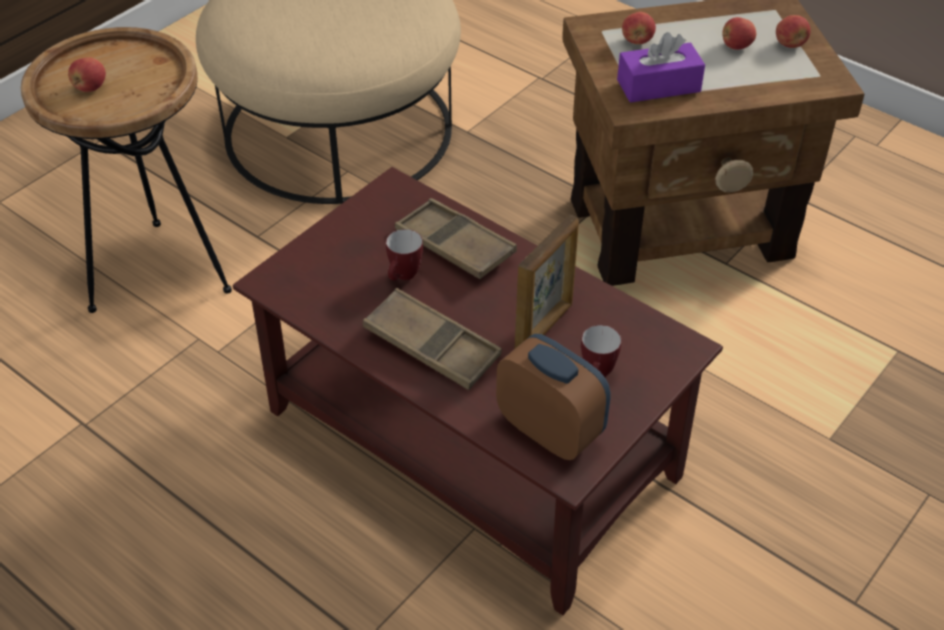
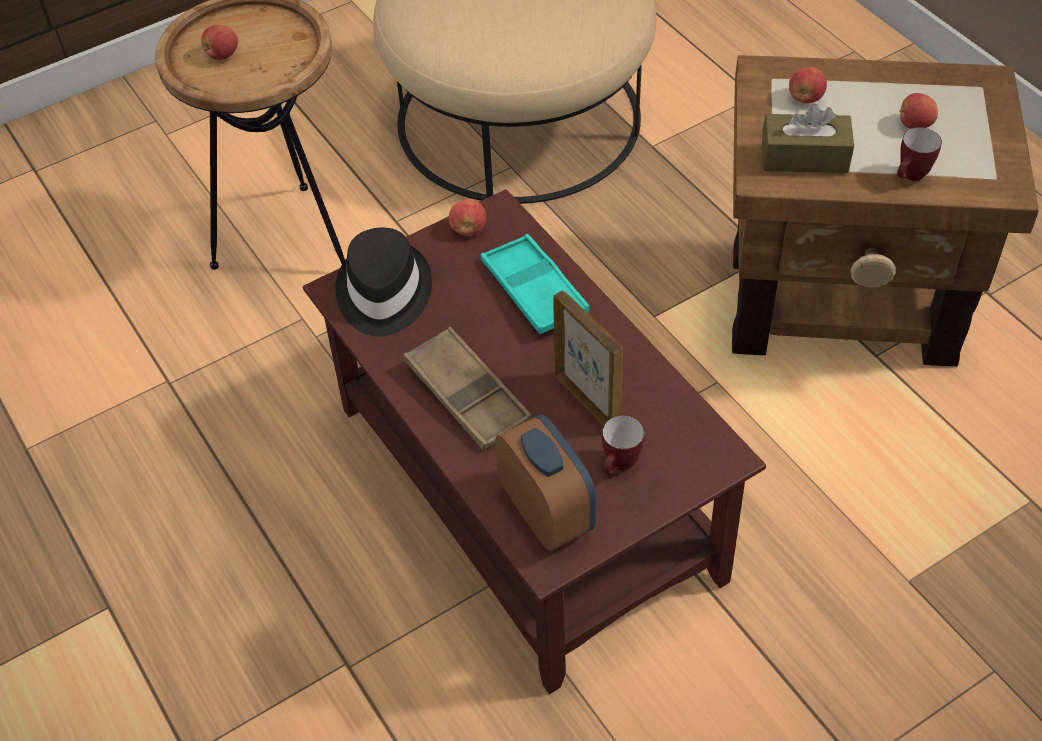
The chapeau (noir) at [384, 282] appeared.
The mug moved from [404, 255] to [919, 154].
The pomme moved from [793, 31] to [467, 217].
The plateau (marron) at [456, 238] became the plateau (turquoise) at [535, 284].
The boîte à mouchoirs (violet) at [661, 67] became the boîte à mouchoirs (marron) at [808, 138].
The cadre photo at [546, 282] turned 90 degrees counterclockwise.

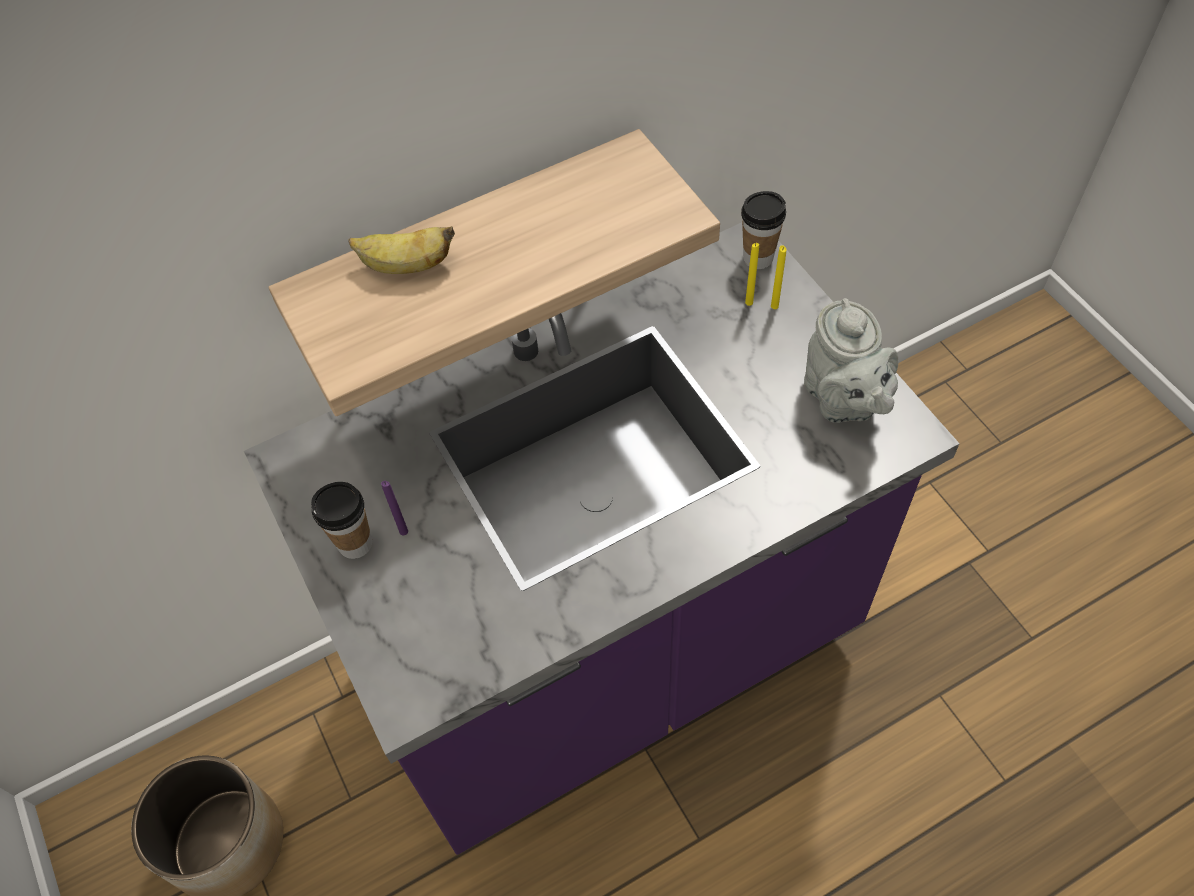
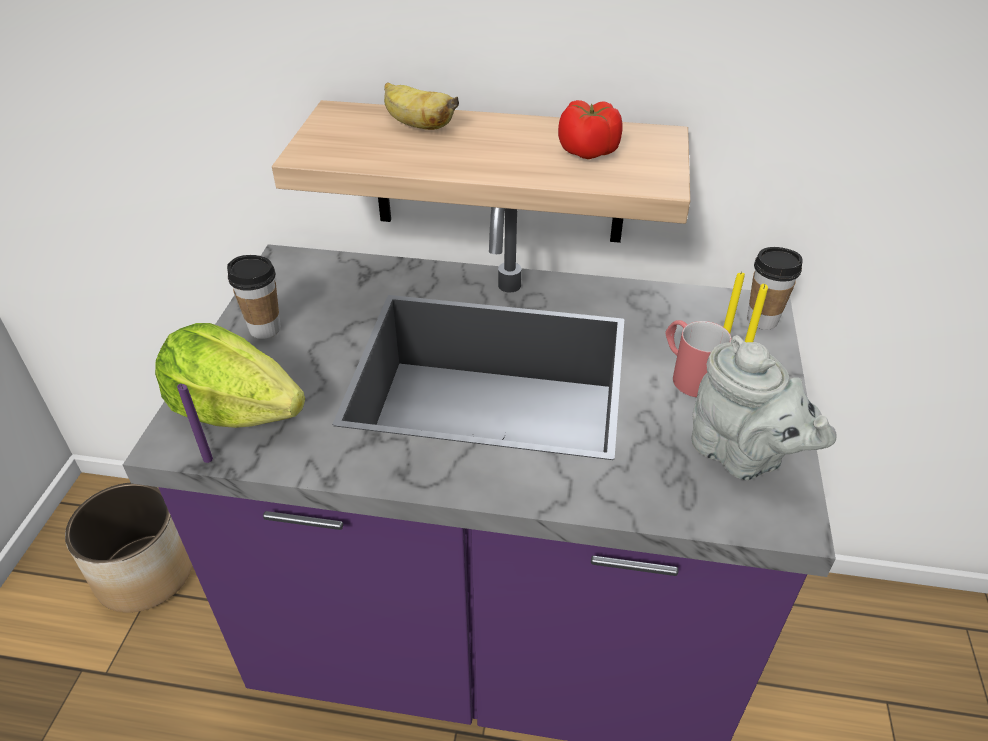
The laitue at [230, 375] appeared.
The tomate at [590, 129] appeared.
The mug (rouge) at [698, 358] appeared.
The bougie (violet) moved from [394, 508] to [195, 423].
The théière (gris) at [851, 360] turned 60 degrees counterclockwise.

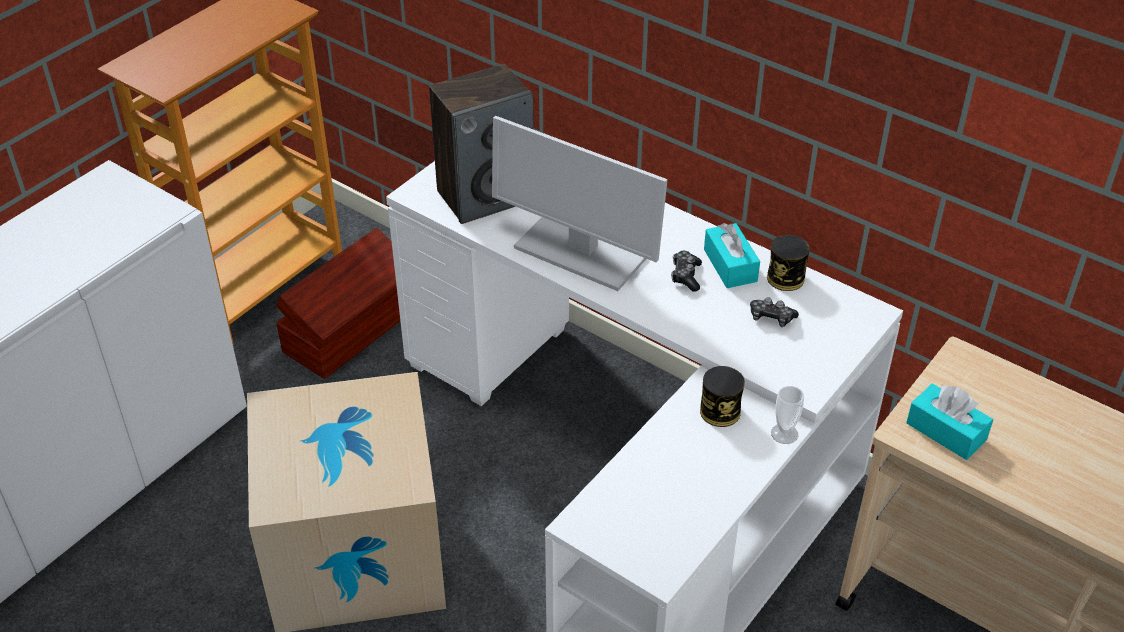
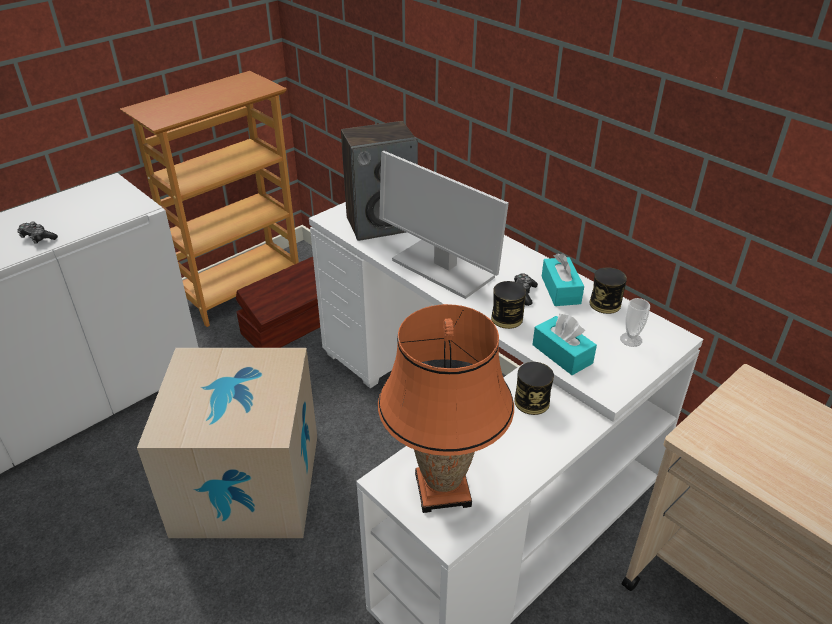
The lampe de table (orange) at [446, 408] appeared.
The boîte métallique at [508, 305] appeared.
The manette moved from [774, 312] to [37, 232].
The tasse moved from [787, 415] to [635, 322].
The boîte à mouchoirs (turquoise) moved from [949, 421] to [564, 344].

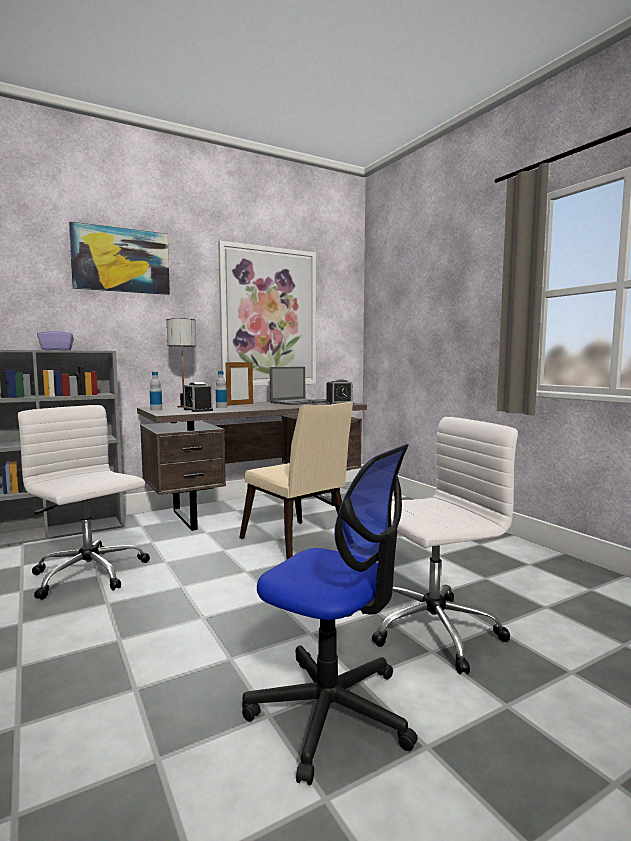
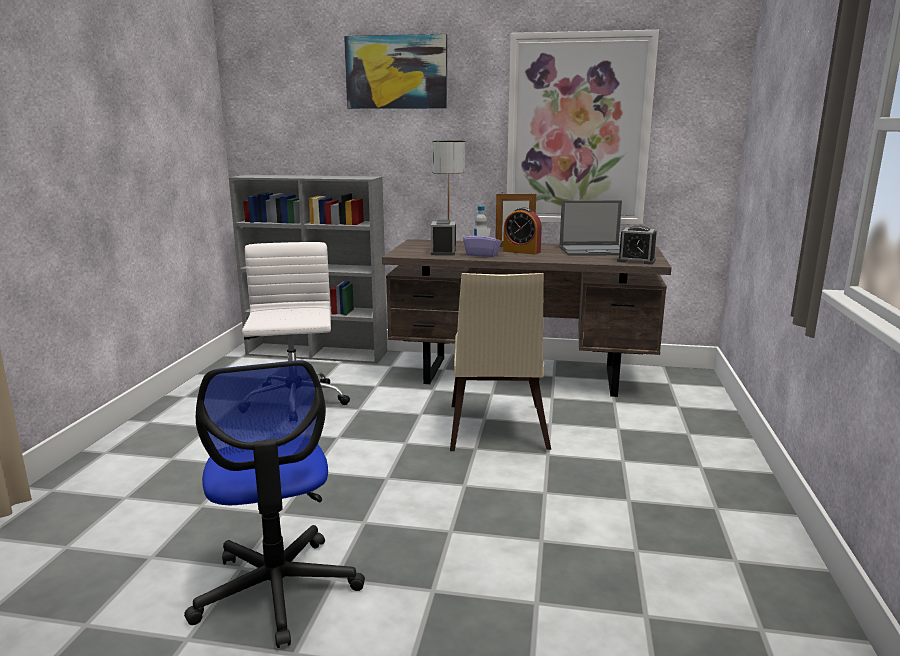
The bouteille at [156, 391] disappeared.
The chaise de bureau (blanc) at [445, 545] disappeared.
The réveil at [522, 231] appeared.
The boîte à mouchoirs (violet) moved from [55, 338] to [482, 242].

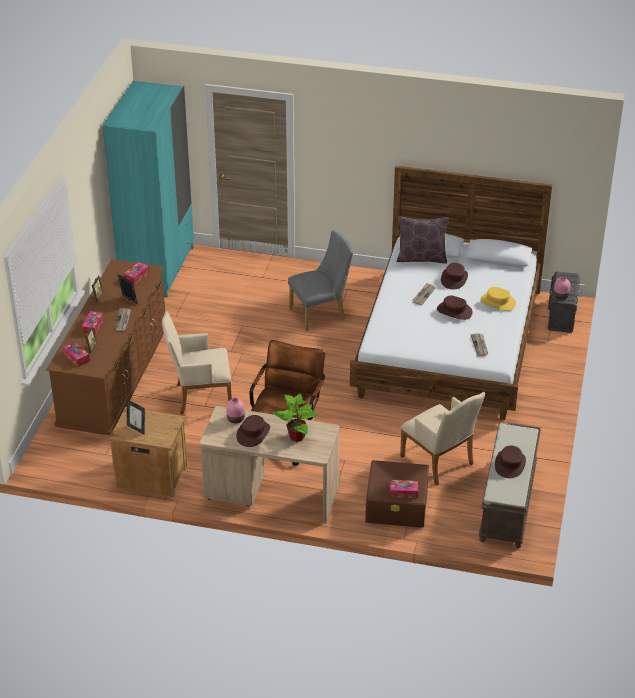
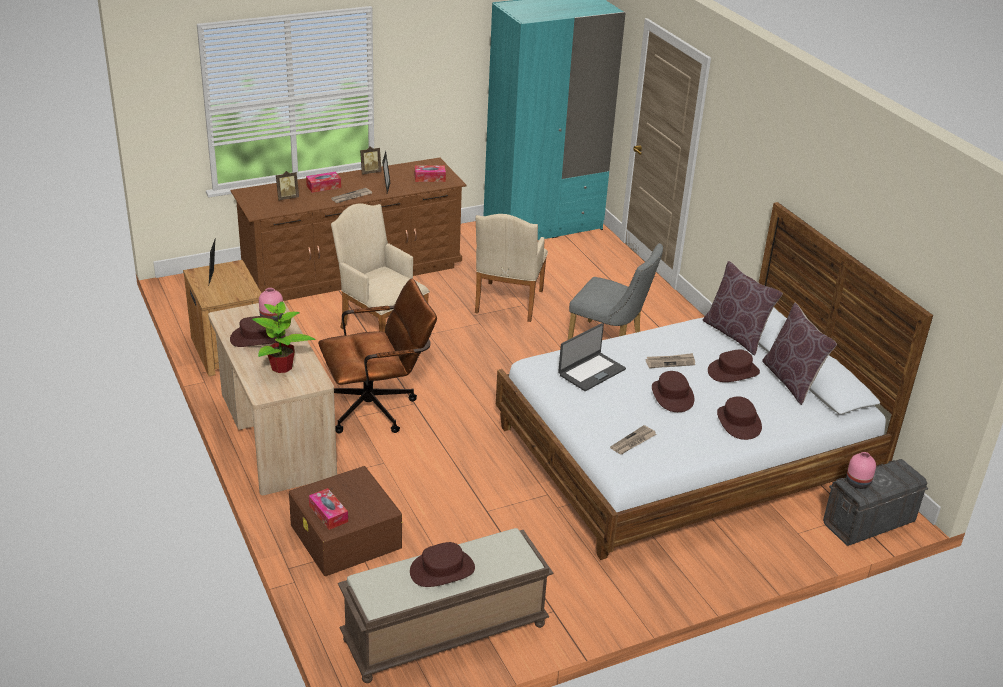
The boîte à mouchoirs at [76, 354] disappeared.
The ordinateur portable at [592, 357] appeared.
The coussin (marron) at [799, 354] appeared.
The fauteuil (beige) moved from [442, 438] to [511, 268].
The chapeau (jaune) at [498, 299] became the chapeau (marron) at [739, 418].

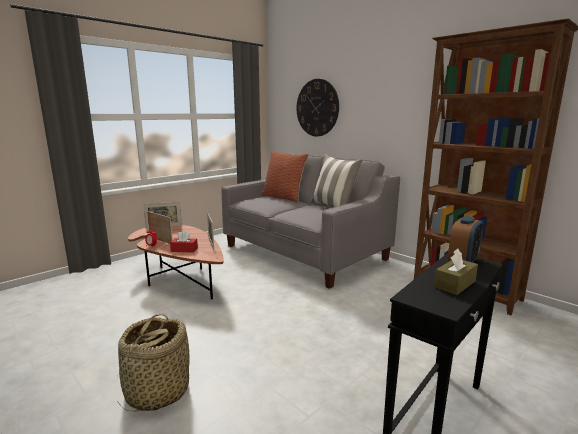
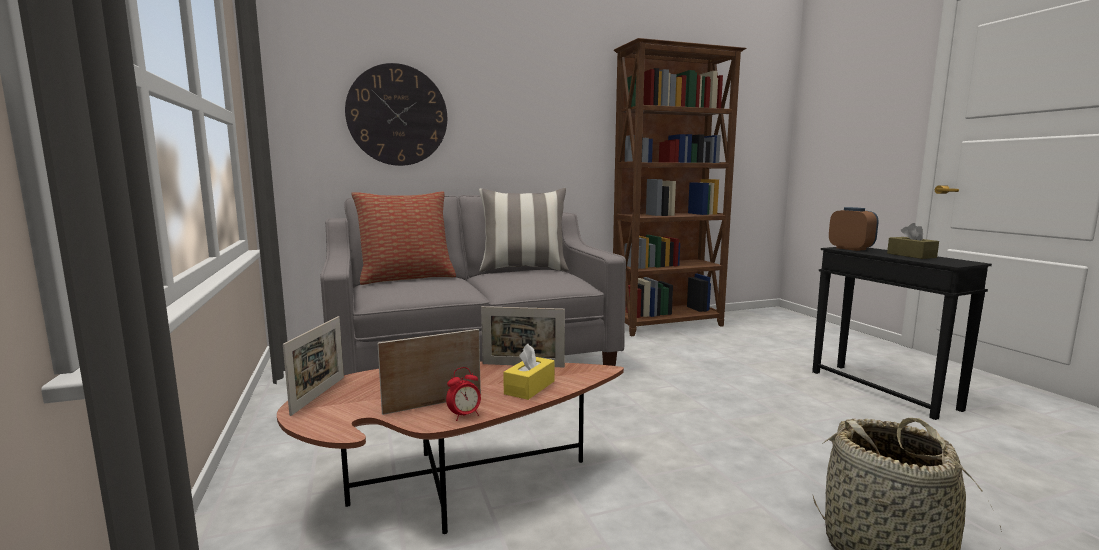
The boîte à mouchoirs (rouge) at [184, 241] became the boîte à mouchoirs (jaune) at [529, 372].

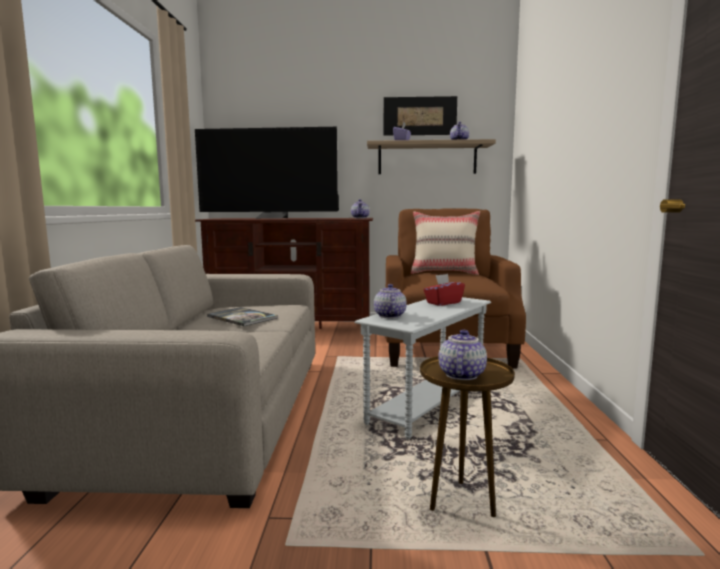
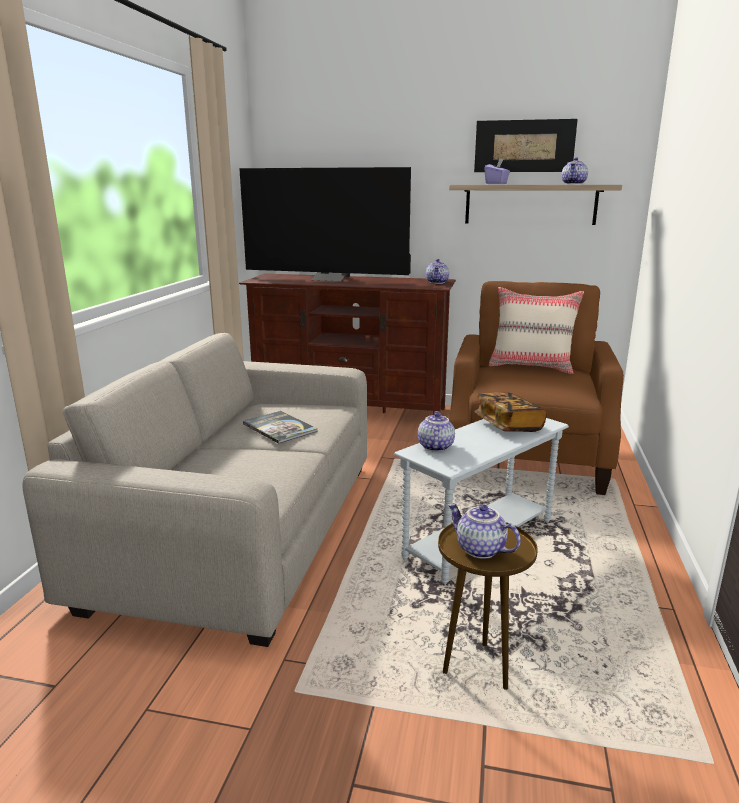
The boîte à mouchoirs (rouge) at [444, 290] was replaced by the livre at [510, 412].
The théière at [462, 354] turned 75 degrees counterclockwise.

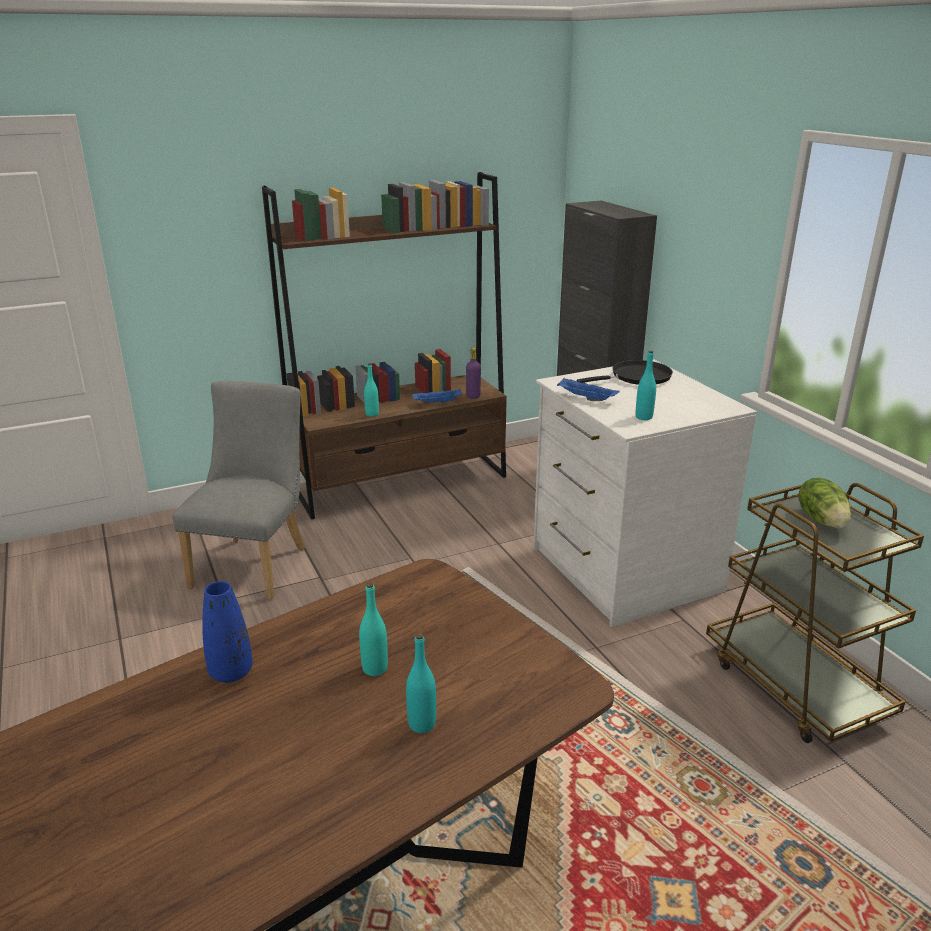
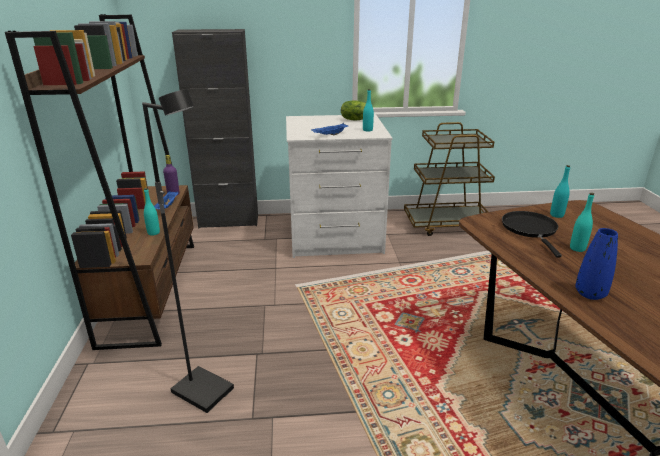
The bouteille (turquoise) moved from [421, 683] to [560, 191].
The poêle (noir) moved from [624, 372] to [532, 234].
The laitue moved from [824, 502] to [357, 110].
The chaise (gris) at [238, 490] was replaced by the lampadaire (noir) at [188, 251].

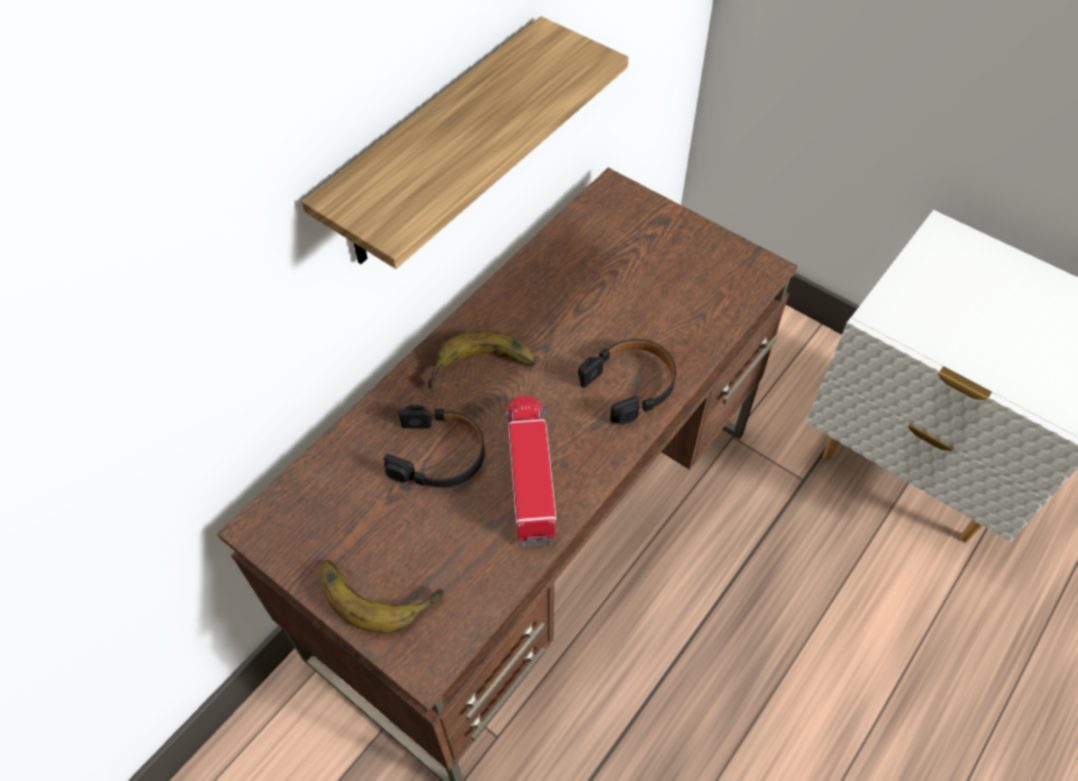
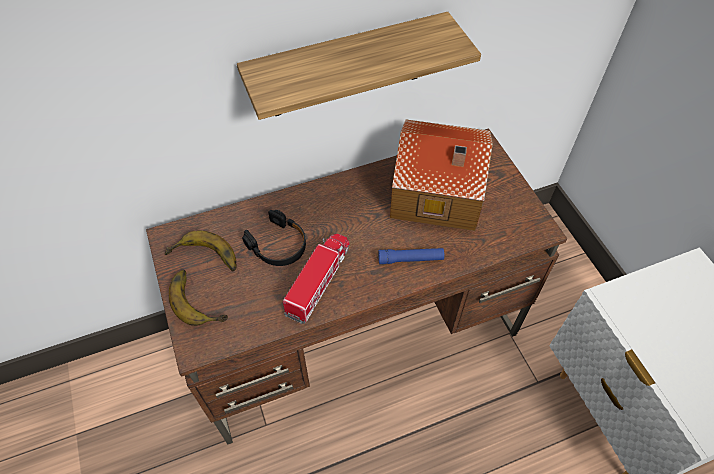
The maison miniature at [441, 175] appeared.
The banane moved from [481, 360] to [200, 251].
The casque audio (noir) at [627, 382] was replaced by the lampe de poche (bleu) at [411, 256].

